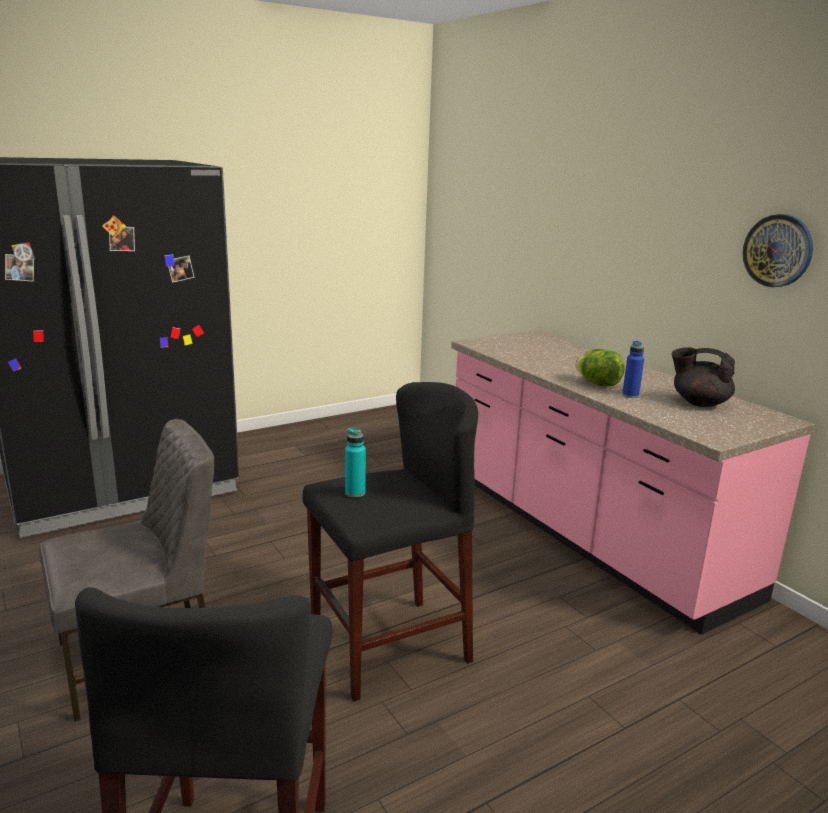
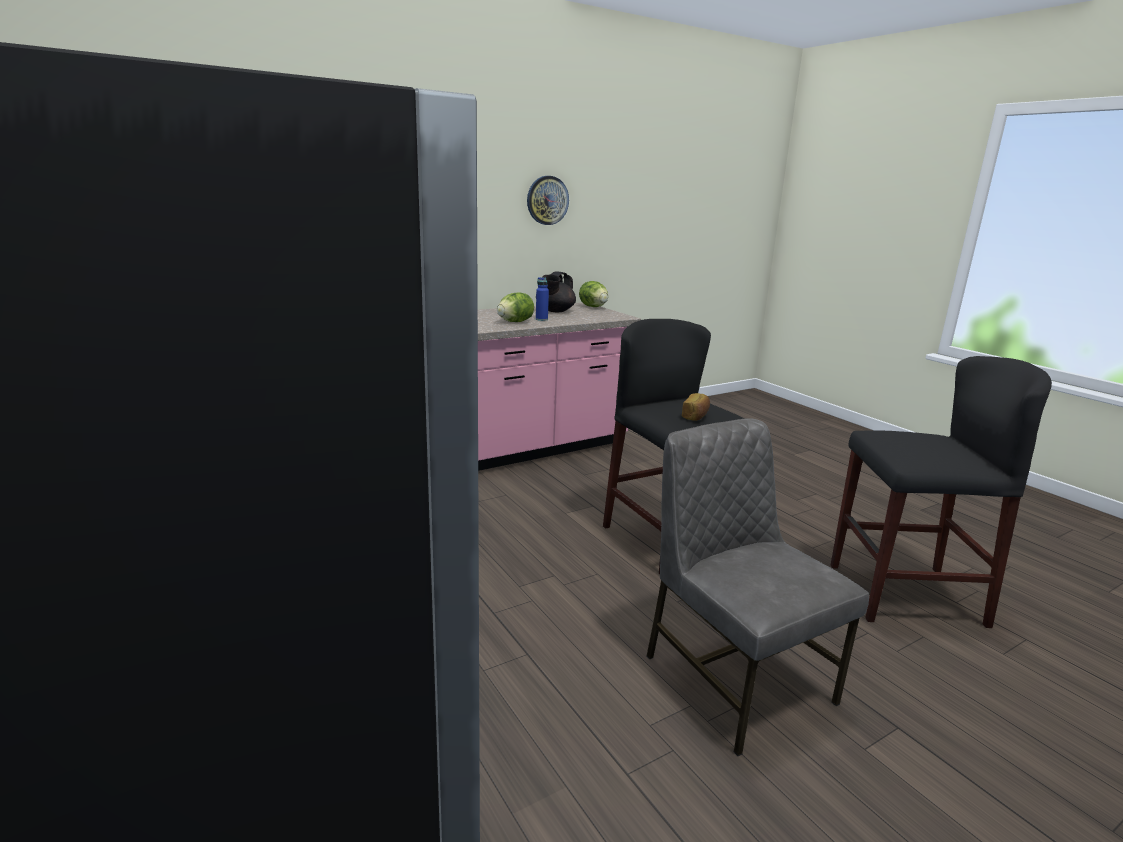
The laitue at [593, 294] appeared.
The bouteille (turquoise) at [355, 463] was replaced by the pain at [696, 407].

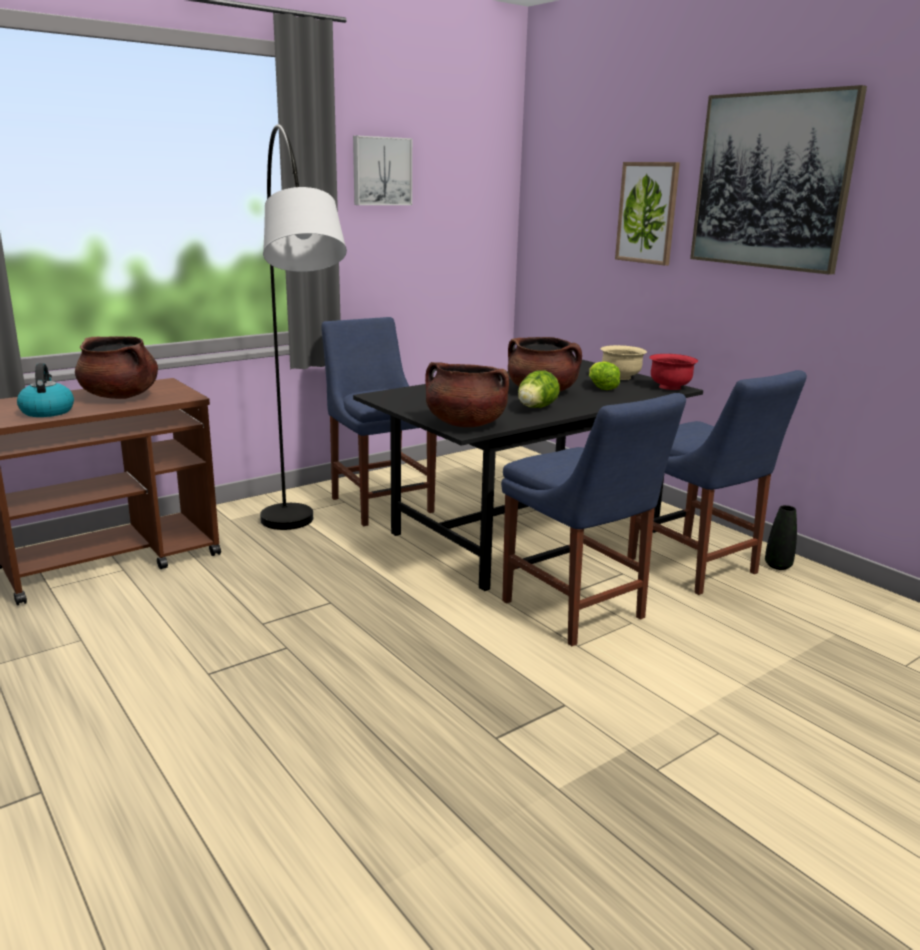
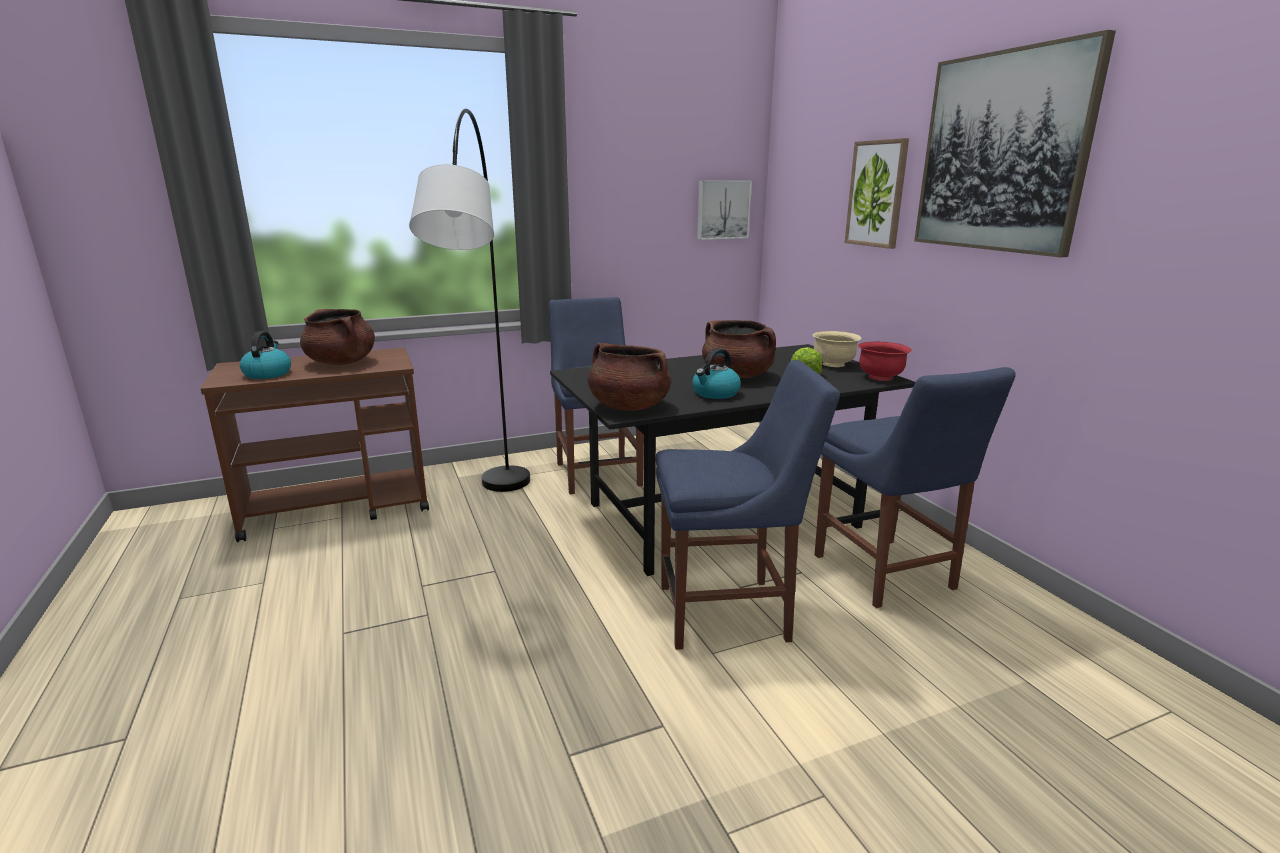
The vase (noir) at [781, 537] disappeared.
The tableau moved from [382, 170] to [724, 210].
The laitue at [539, 389] was replaced by the bouilloire at [716, 373].
The chaise (bleu) at [593, 519] turned 75 degrees counterclockwise.

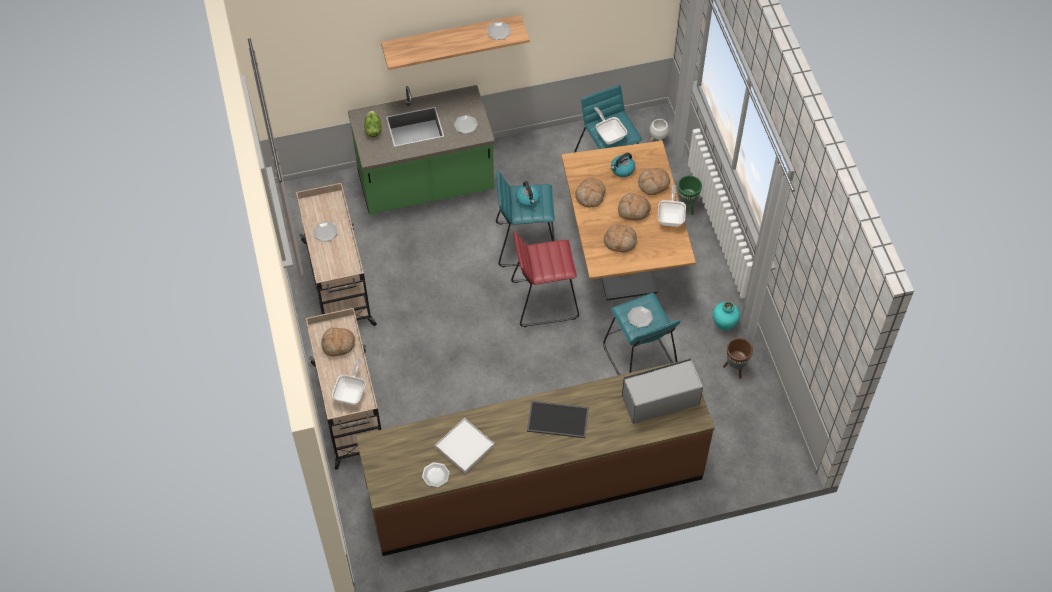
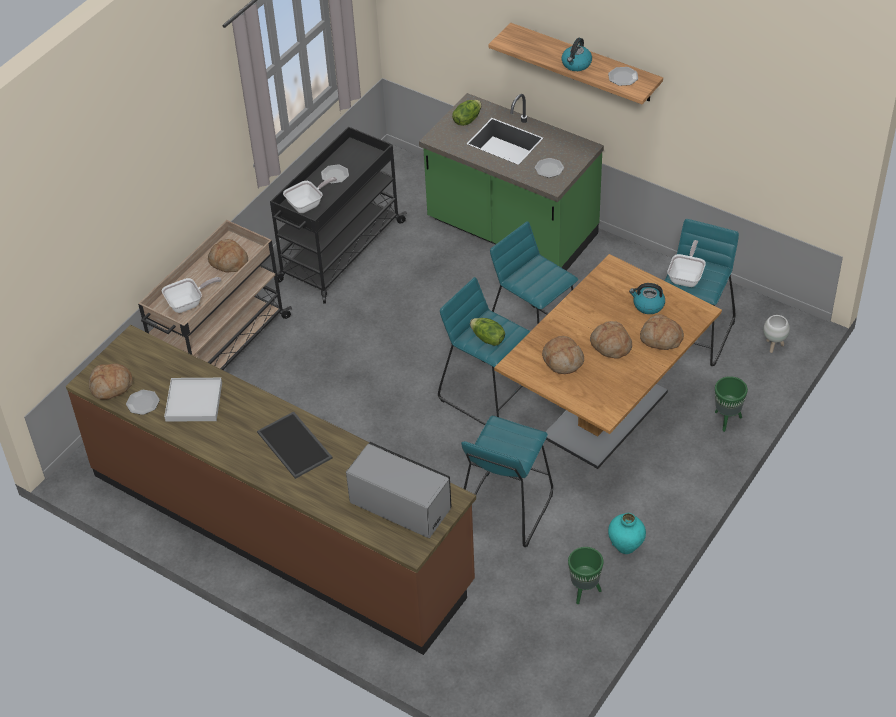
The assiette at [640, 317] disappeared.
The laitue at [487, 332] appeared.
The bouilloire moved from [528, 194] to [577, 54].
The pain moved from [590, 192] to [111, 381].
The poêle moved from [672, 206] to [310, 195].
The chariot (beige) at [336, 254] became the chariot (noir) at [338, 215].
The tabouret (rouge) at [545, 278] became the tabouret (turquoise) at [484, 351].
The cache-pot (marron) at [738, 358] became the cache-pot (vert) at [586, 575].

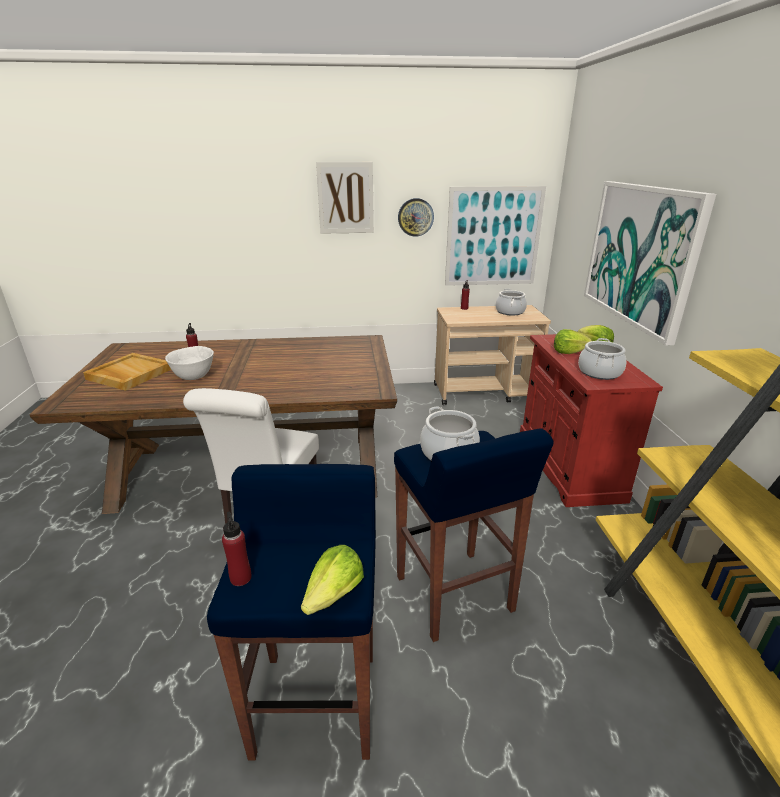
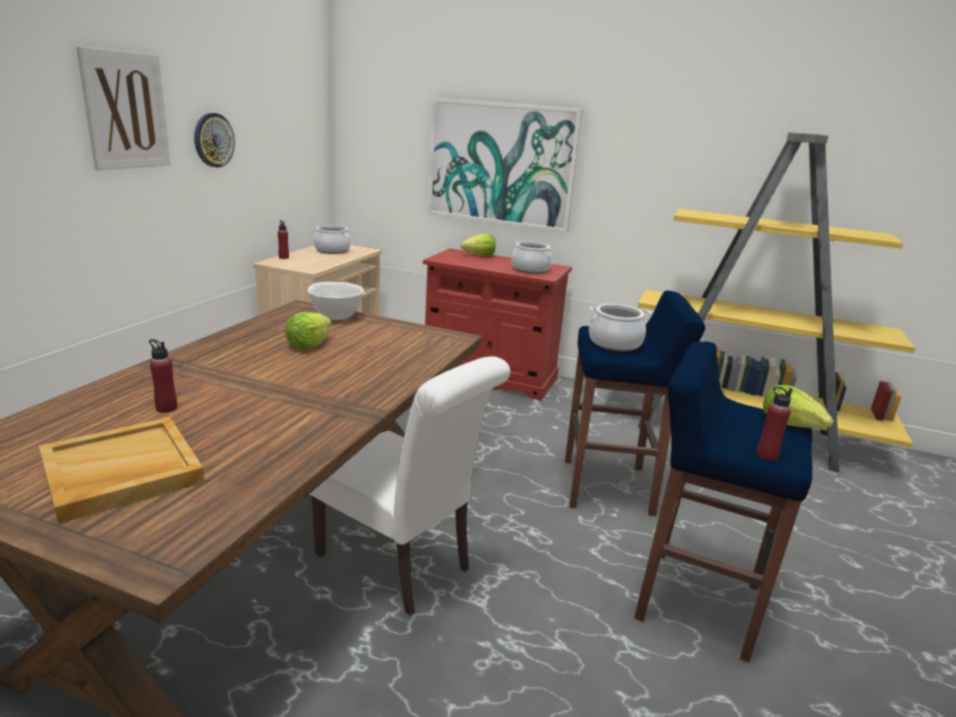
The tableau at [495, 236] disappeared.
The bol (blanc) moved from [189, 363] to [336, 301].
The laitue moved from [573, 341] to [308, 331].

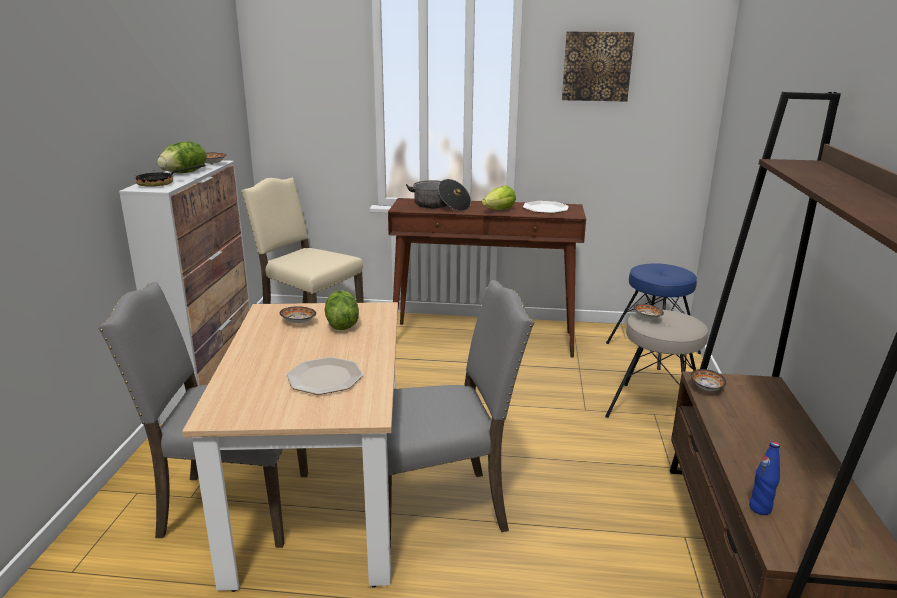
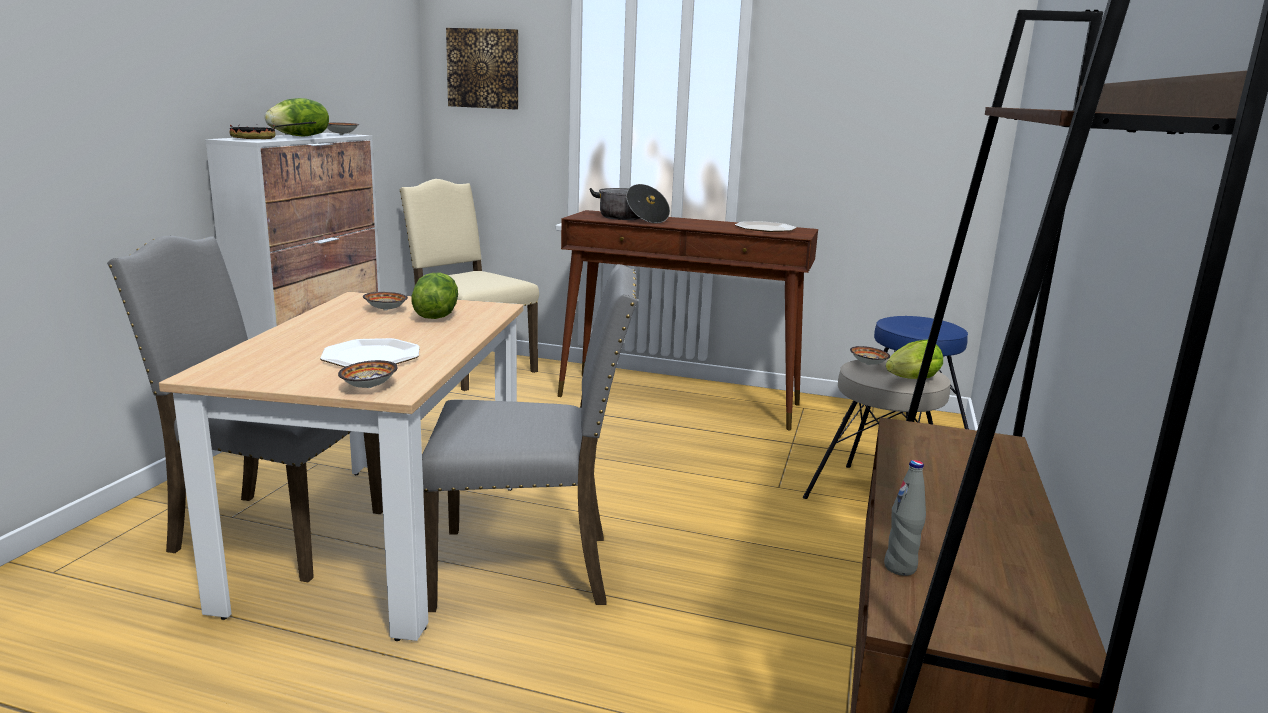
The laitue moved from [499, 198] to [914, 359].
The tableau moved from [598, 66] to [482, 69].
The bol moved from [708, 380] to [368, 374].
The bouteille (bleu) at [764, 478] became the bouteille (gris) at [905, 518].

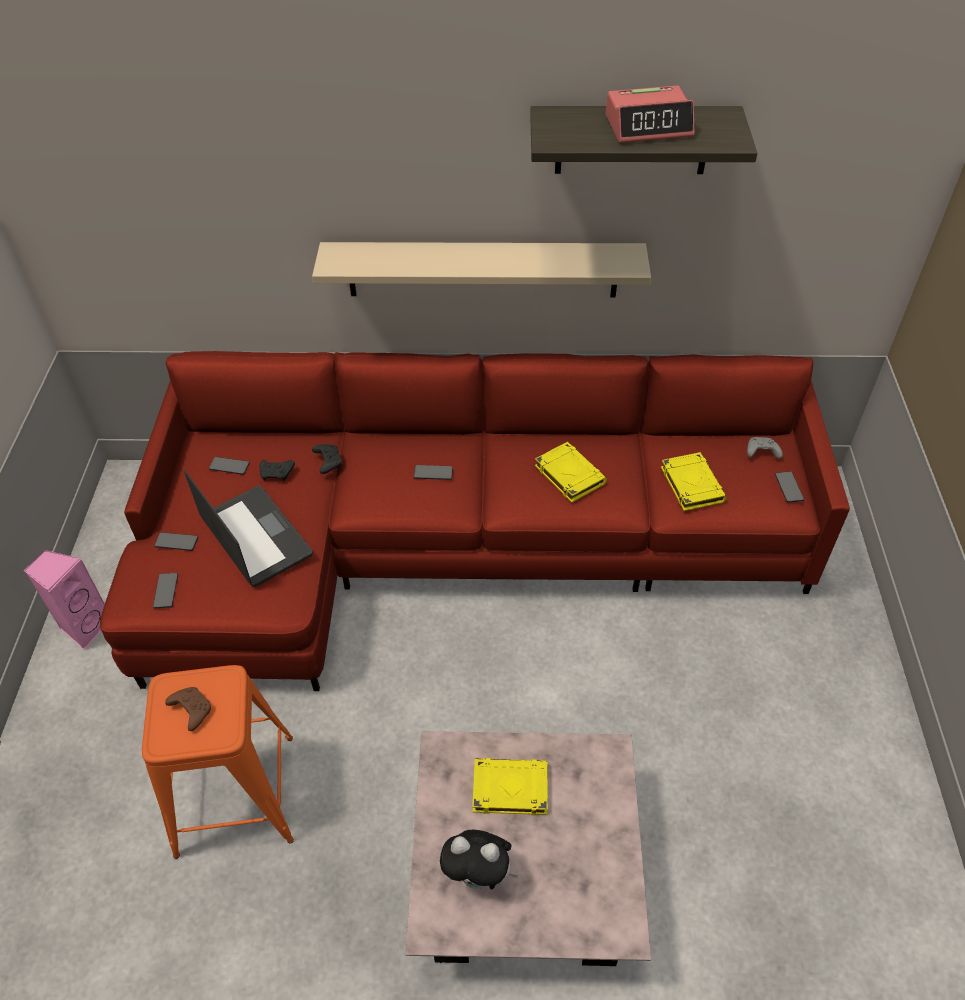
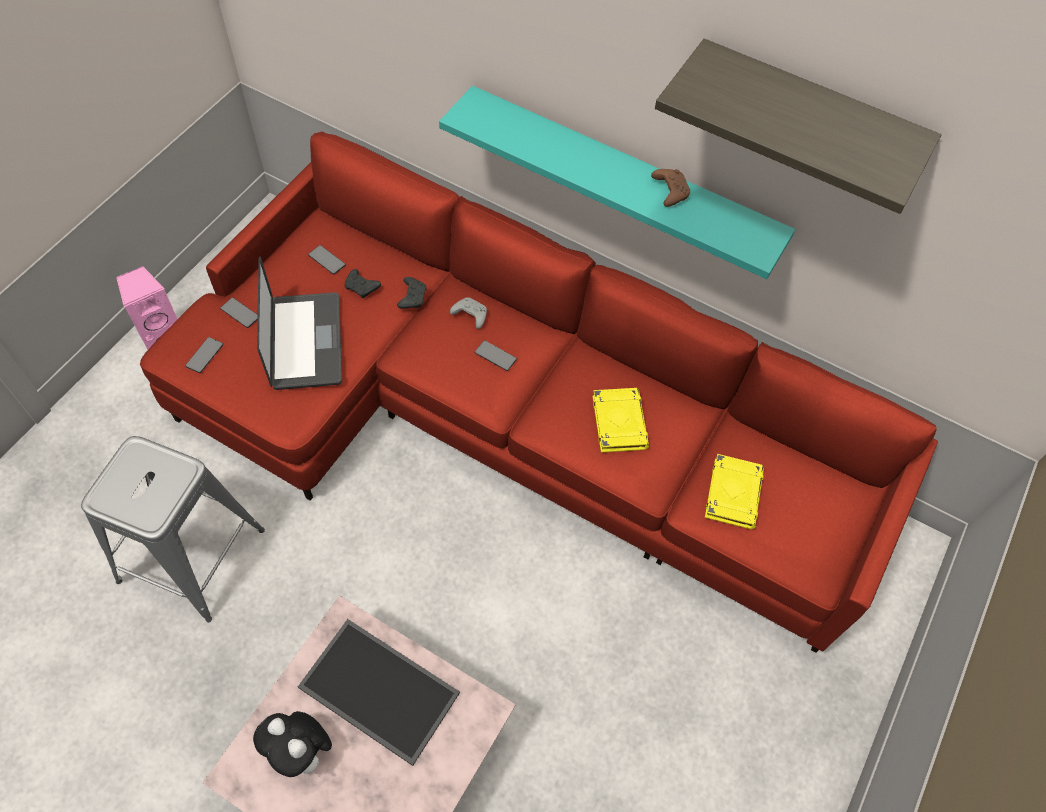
The réveil at [650, 114] disappeared.
The téléphone at [789, 487] disappeared.
The manette (marron) moved from [188, 709] to [670, 188].
The manette (gris) moved from [765, 448] to [468, 313].
The livre (jaune) at [510, 786] was replaced by the plateau at [379, 692].
The tabouret (orange) at [218, 762] became the tabouret (gris) at [173, 529].
The étagère (beige) at [481, 270] became the étagère (turquoise) at [617, 182].

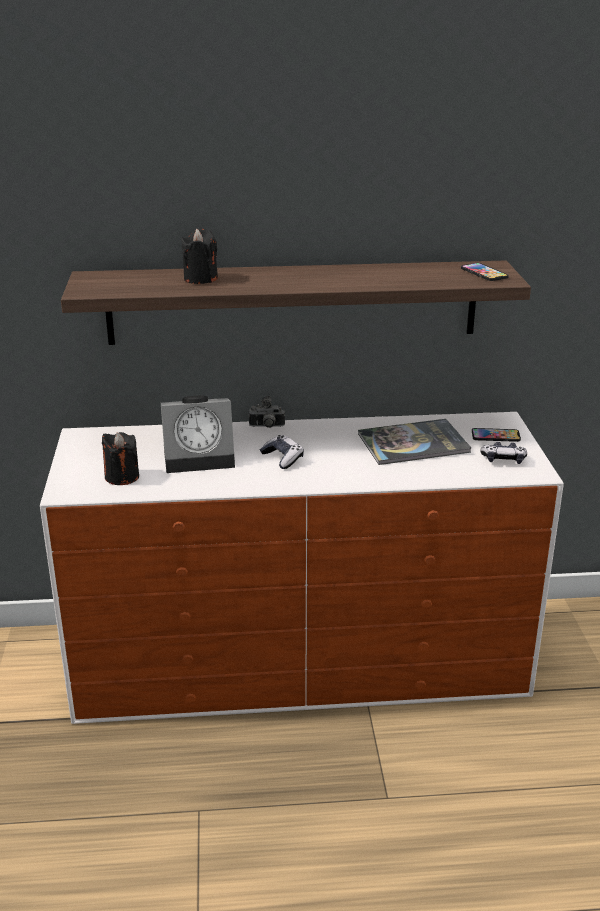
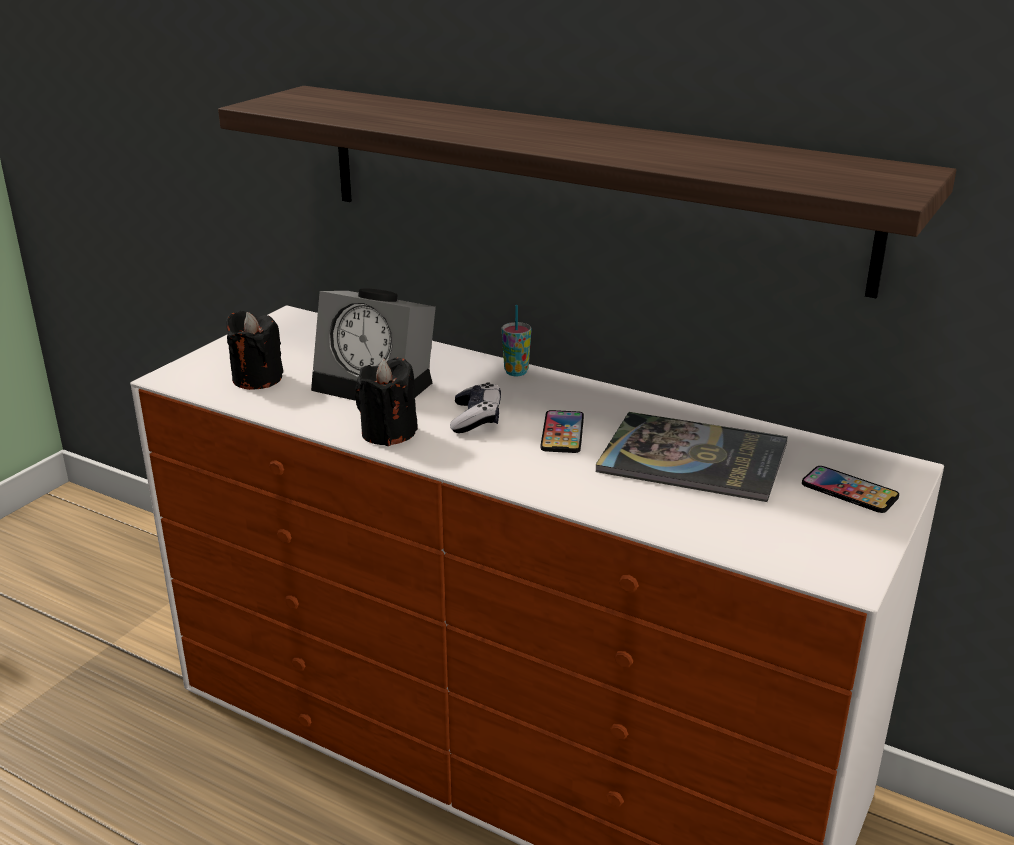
The manette at [503, 453] disappeared.
The bougie (noir) moved from [199, 256] to [386, 402].
The téléphone moved from [485, 272] to [562, 431].
The appareil photo at [266, 412] was replaced by the tasse at [516, 340].

